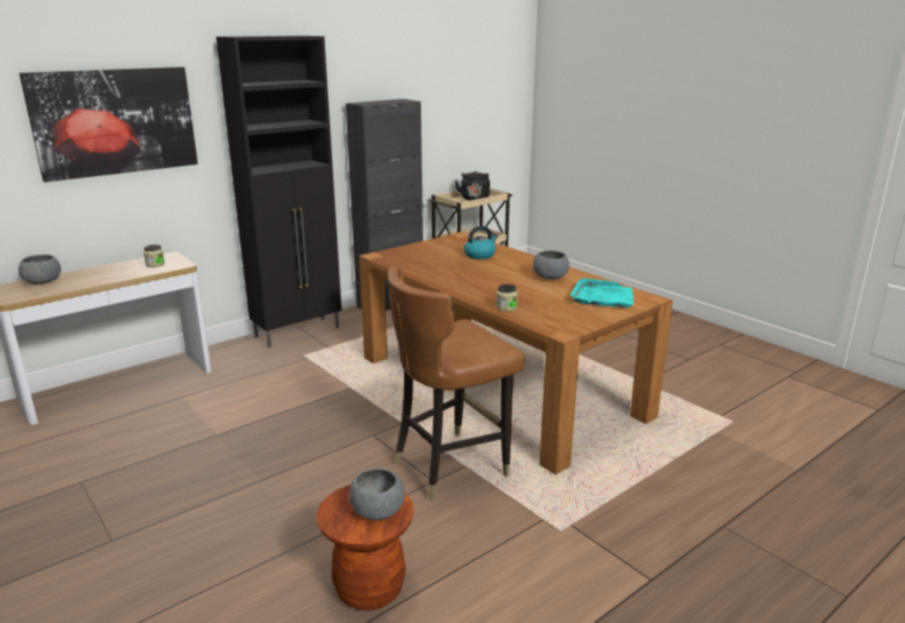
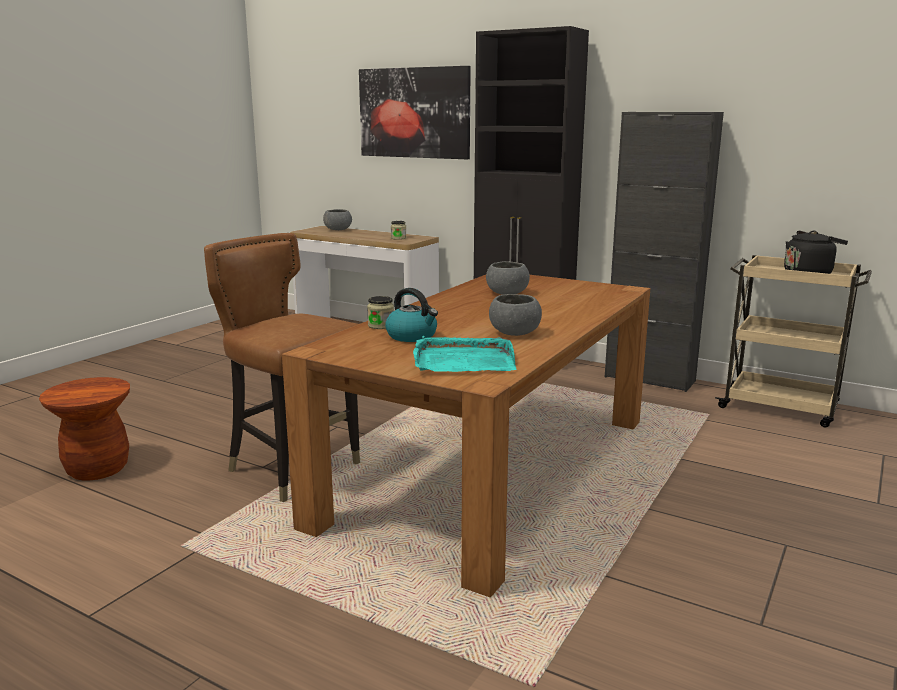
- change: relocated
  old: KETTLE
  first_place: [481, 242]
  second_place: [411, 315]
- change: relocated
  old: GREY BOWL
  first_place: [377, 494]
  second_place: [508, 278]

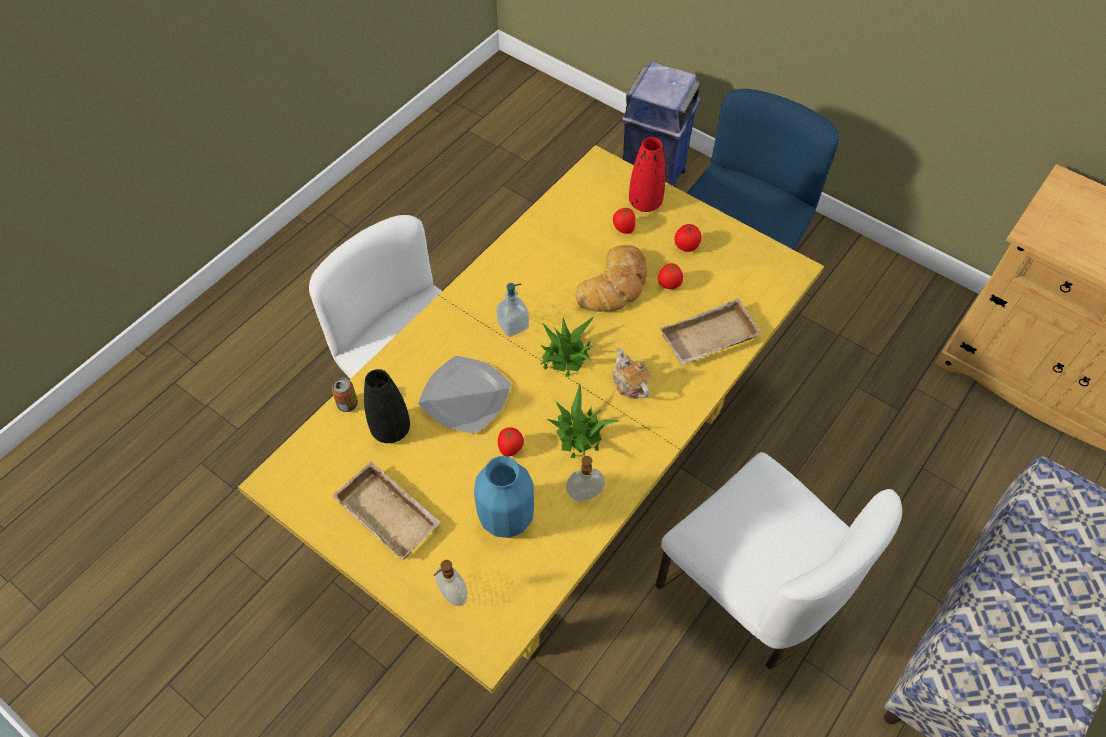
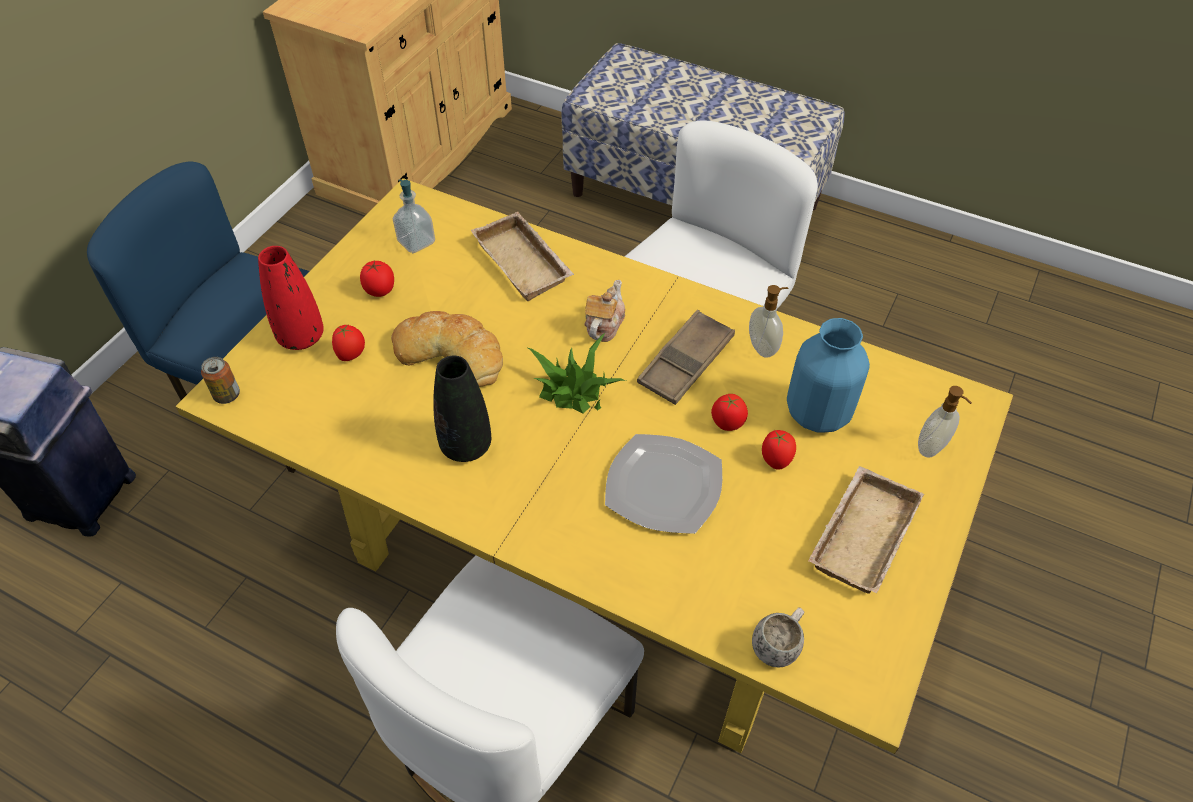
- change: relocated
  old: TOMATO
  first_place: [670, 276]
  second_place: [779, 450]
- change: relocated
  old: SOAP DISPENSER
  first_place: [512, 310]
  second_place: [414, 216]
- change: spun
  old: TEAPOT
  first_place: [631, 373]
  second_place: [604, 311]
  degrees: 150
- change: relocated
  old: BLACK VASE
  first_place: [387, 406]
  second_place: [462, 408]
- change: relocated
  old: CAN
  first_place: [345, 395]
  second_place: [220, 380]
- change: exchanged
  old: POTTED PLANT
  new: BROWN TRAY
  first_place: [582, 420]
  second_place: [686, 357]
- change: appeared
  new: WHITE MUG
  second_place: [778, 637]

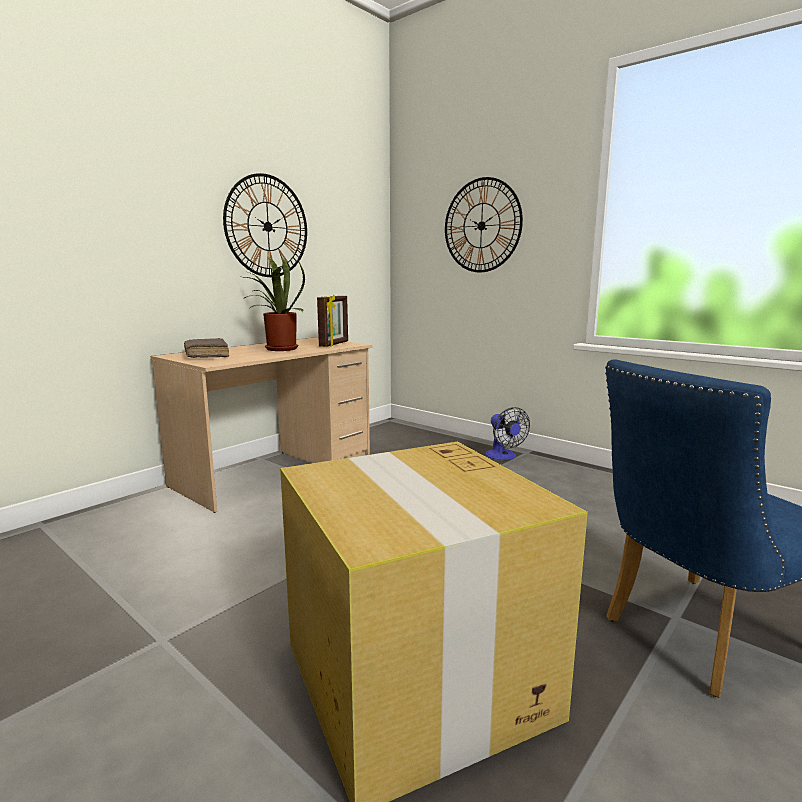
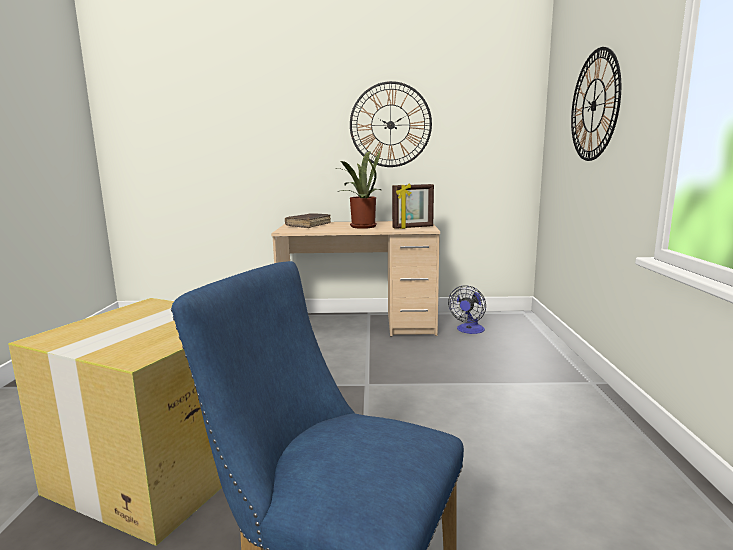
- change: relocated
  old: FAN
  first_place: [508, 433]
  second_place: [467, 310]

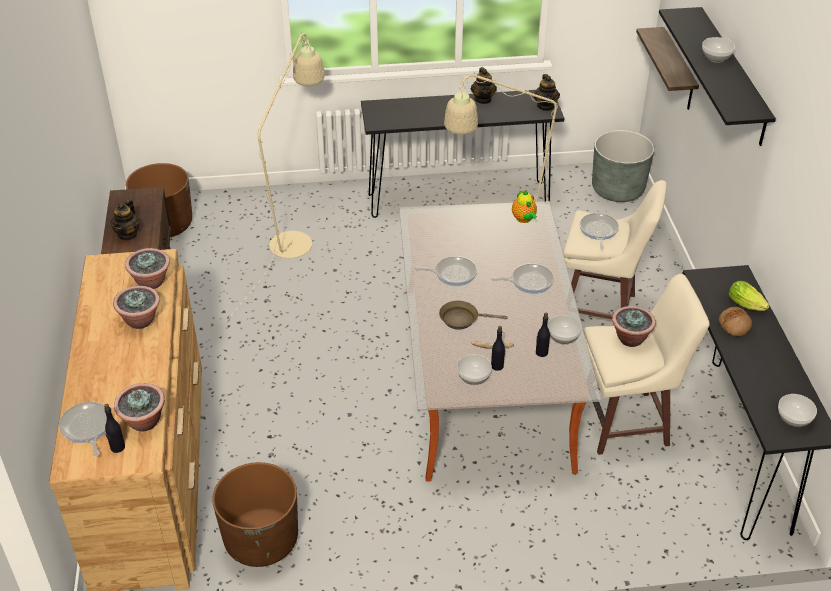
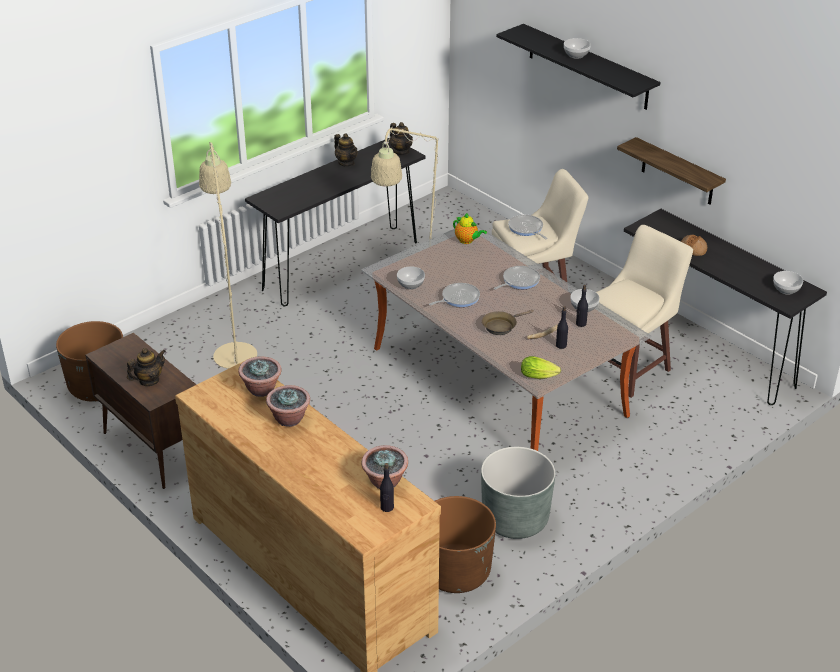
- change: relocated
  old: SHELF
  first_place: [667, 68]
  second_place: [671, 171]
- change: relocated
  old: GREY PLANTER
  first_place: [623, 166]
  second_place: [518, 493]
- change: spun
  old: TEAPOT
  first_place: [125, 220]
  second_place: [146, 367]
  degrees: -105
- change: relocated
  old: LETTUCE
  first_place: [749, 296]
  second_place: [541, 367]
- change: missing
  old: POTTED PLANT
  first_place: [634, 326]
- change: relocated
  old: BOWL
  first_place: [474, 369]
  second_place: [411, 277]
- change: missing
  old: FRYING PAN
  first_place: [83, 429]

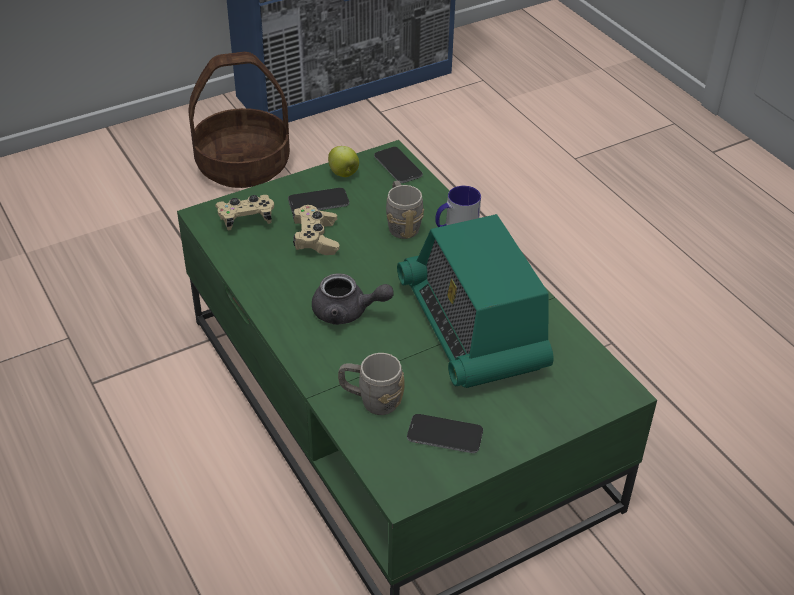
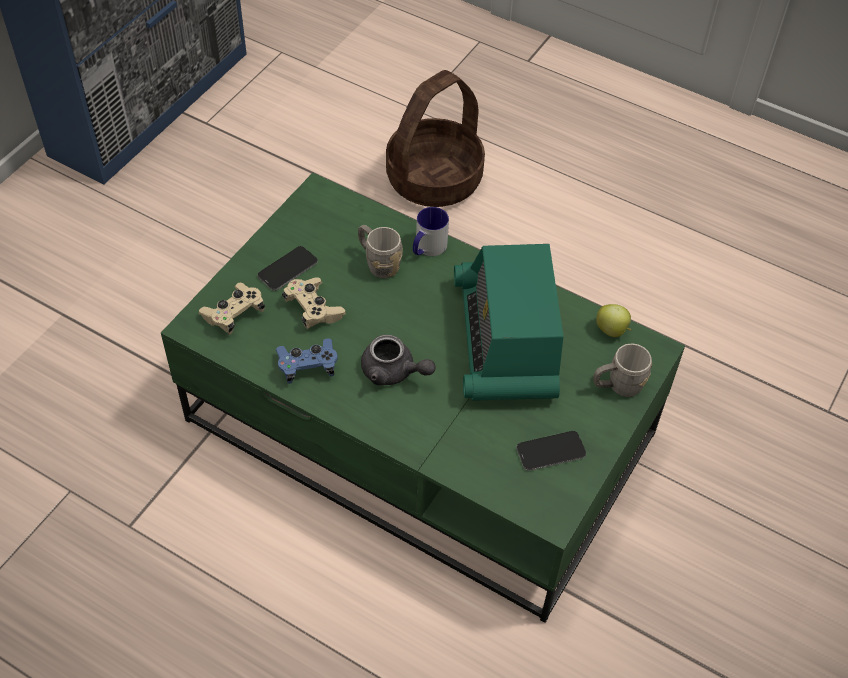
- change: relocated
  old: BASKET
  first_place: [239, 120]
  second_place: [435, 138]
- change: relocated
  old: APPLE
  first_place: [343, 161]
  second_place: [613, 320]
- change: missing
  old: PHONE
  first_place: [398, 165]
- change: spun
  old: RADIO
  first_place: [475, 301]
  second_place: [508, 322]
  degrees: 45
- change: spun
  old: GREY TEAPOT
  first_place: [353, 299]
  second_place: [398, 360]
  degrees: 45
- change: relocated
  old: GREY MUG
  first_place: [371, 384]
  second_place: [622, 370]
- change: appeared
  new: BLUE GAME CONTROLLER
  second_place: [306, 361]

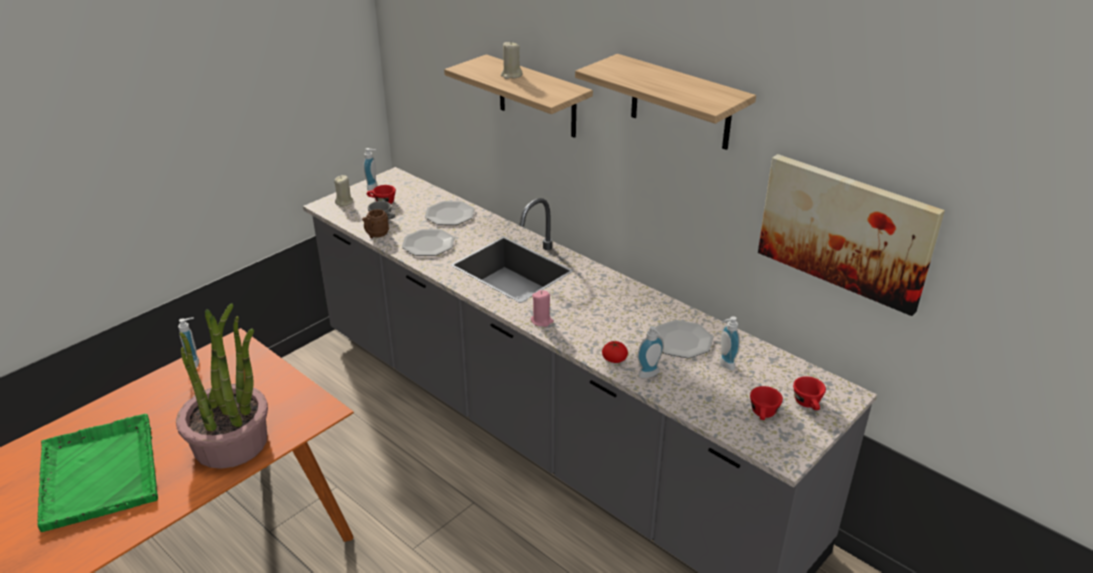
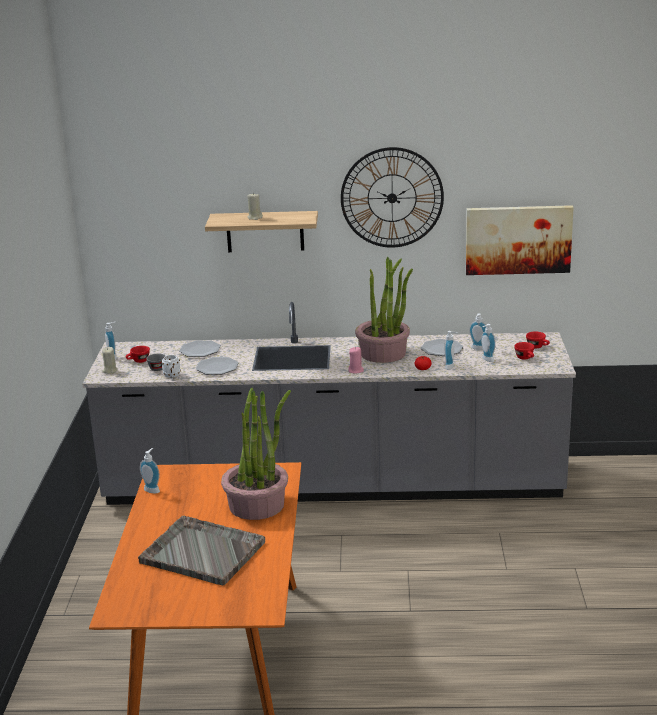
- change: exchanged
  old: SHELF
  new: WALL CLOCK
  first_place: [665, 102]
  second_place: [392, 197]
- change: colour
  old: BROWN MUG
  new: WHITE MUG
  first_place: [375, 223]
  second_place: [171, 367]
- change: colour
  old: GREEN TRAY
  new: GREY TRAY
  first_place: [98, 473]
  second_place: [201, 550]
- change: appeared
  new: POTTED PLANT
  second_place: [384, 310]
- change: appeared
  new: SOAP DISPENSER
  second_place: [488, 343]

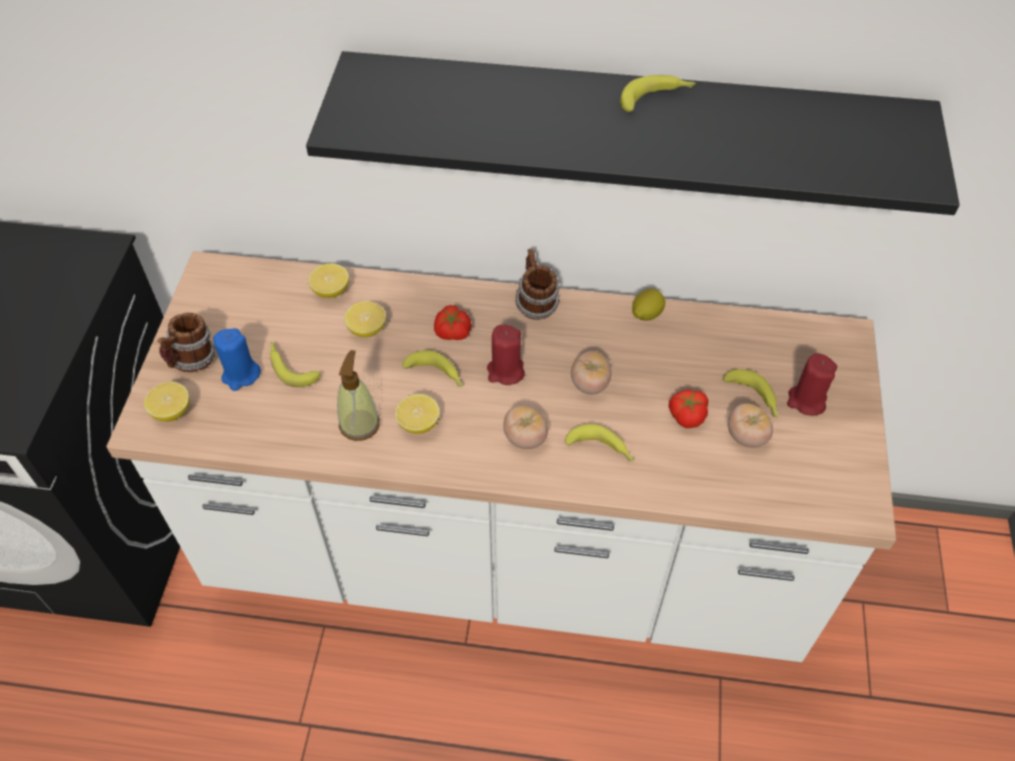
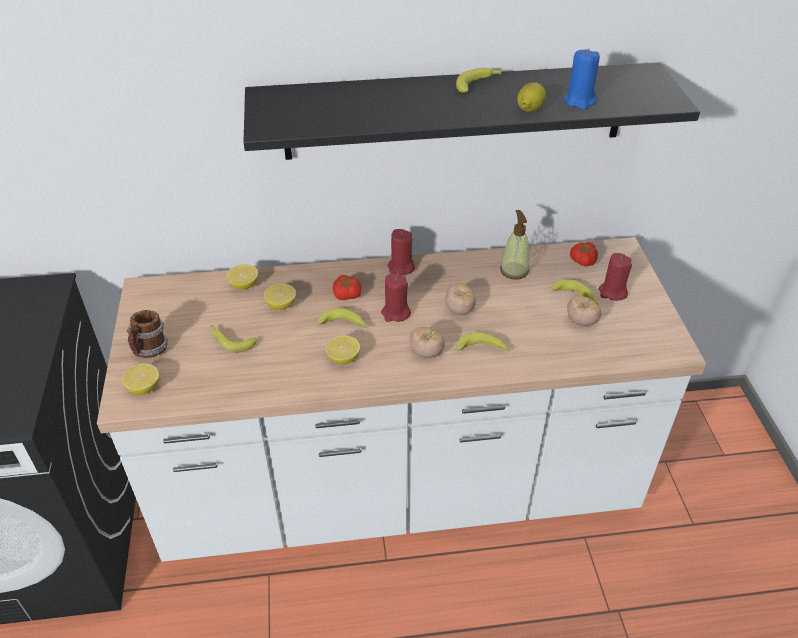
- change: exchanged
  old: MUG
  new: RED CANDLE
  first_place: [537, 284]
  second_place: [401, 252]
- change: relocated
  old: LEMON
  first_place: [648, 305]
  second_place: [531, 97]
- change: relocated
  old: BLUE CANDLE
  first_place: [237, 359]
  second_place: [582, 79]
- change: relocated
  old: SOAP DISPENSER
  first_place: [358, 395]
  second_place: [514, 245]
- change: relocated
  old: TOMATO
  first_place: [689, 409]
  second_place: [584, 254]

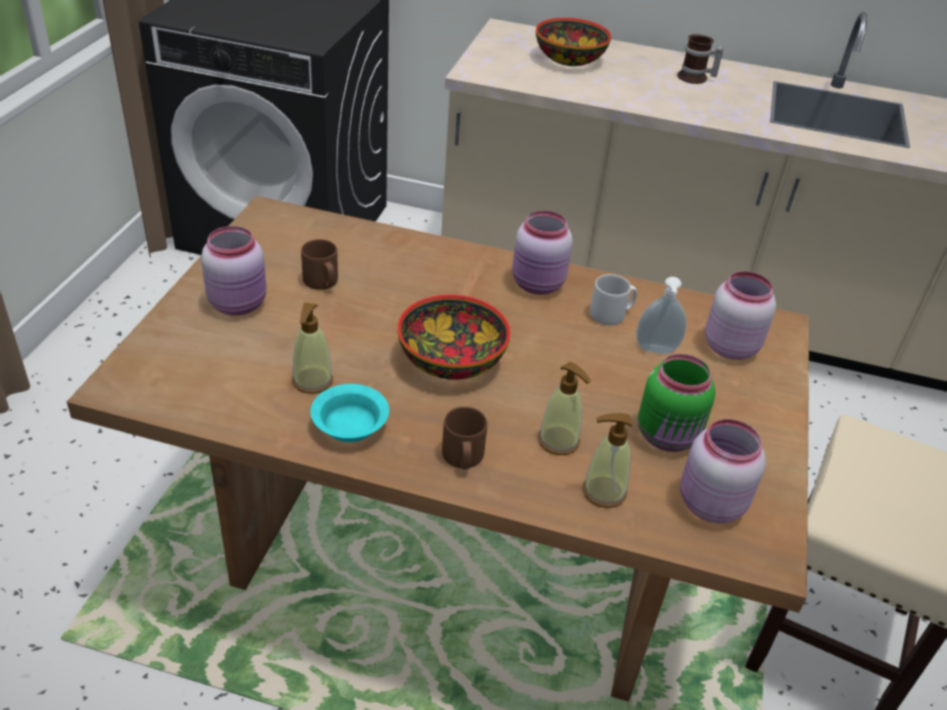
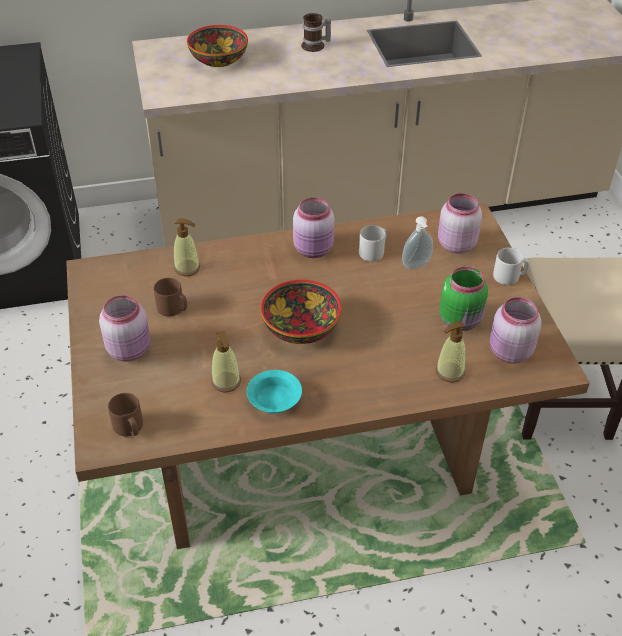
- change: relocated
  old: SOAP DISPENSER
  first_place: [564, 408]
  second_place: [187, 247]
- change: relocated
  old: BROWN MUG
  first_place: [464, 438]
  second_place: [125, 414]
- change: appeared
  new: GREY MUG
  second_place: [511, 266]

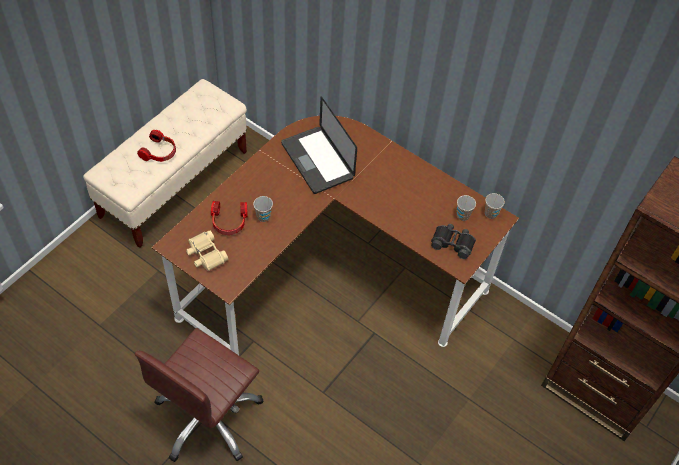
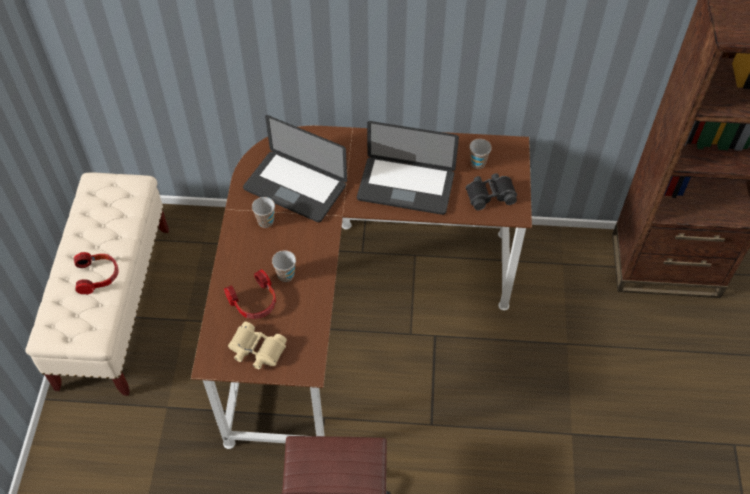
- change: relocated
  old: CUP
  first_place: [495, 206]
  second_place: [263, 212]
- change: appeared
  new: LAPTOP
  second_place: [408, 168]

